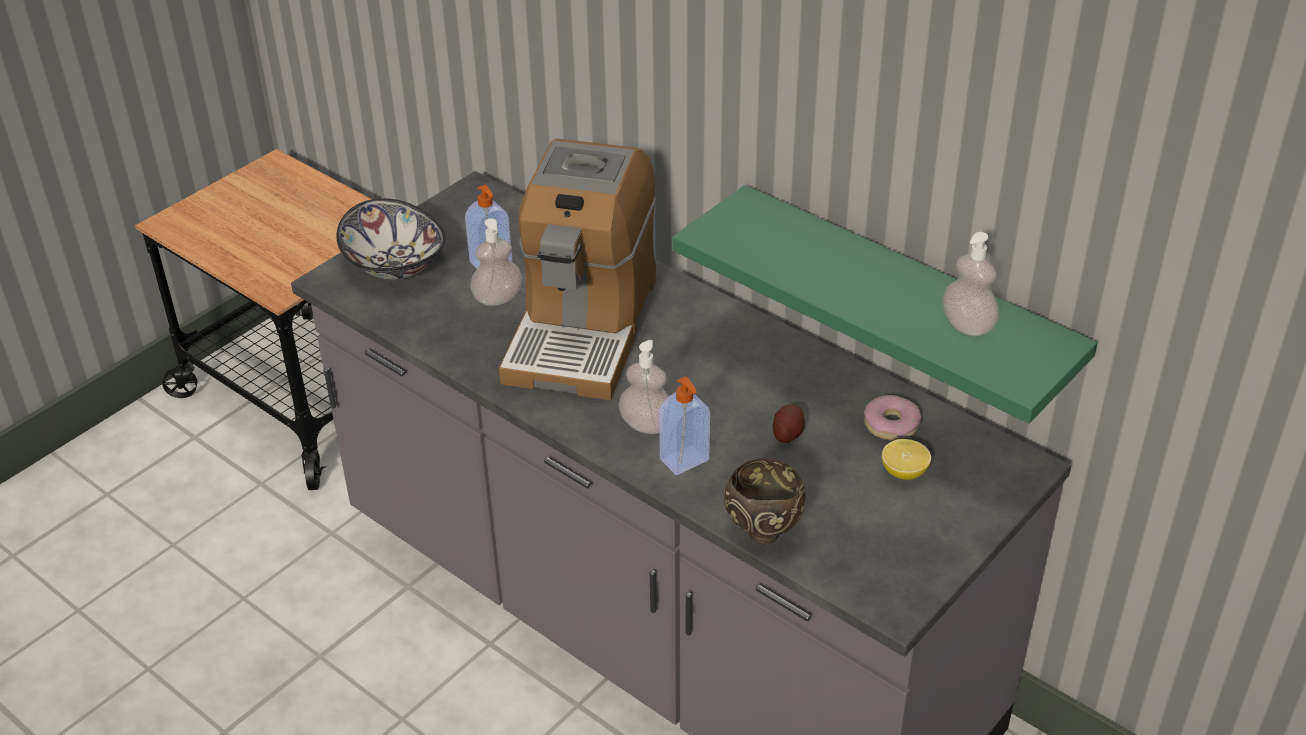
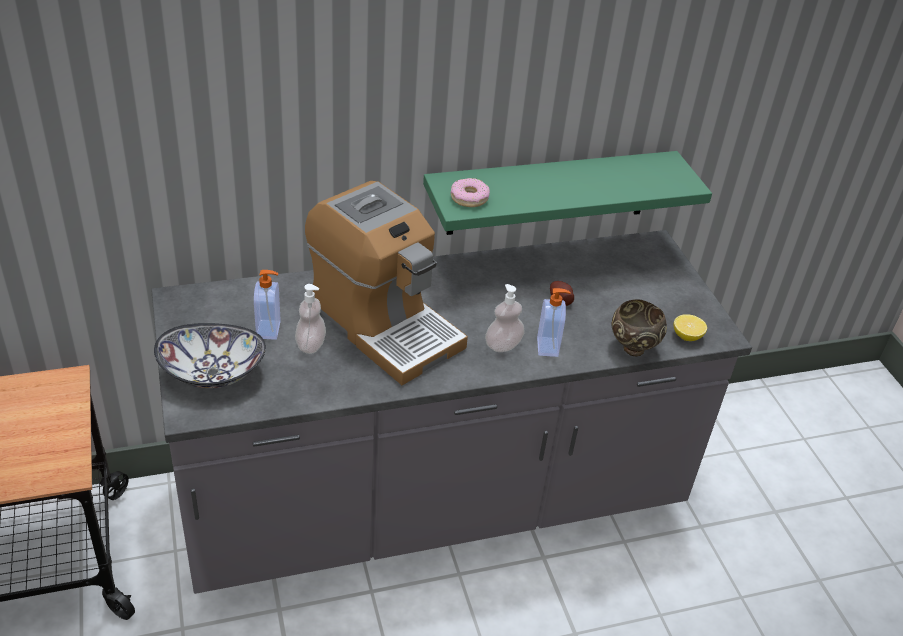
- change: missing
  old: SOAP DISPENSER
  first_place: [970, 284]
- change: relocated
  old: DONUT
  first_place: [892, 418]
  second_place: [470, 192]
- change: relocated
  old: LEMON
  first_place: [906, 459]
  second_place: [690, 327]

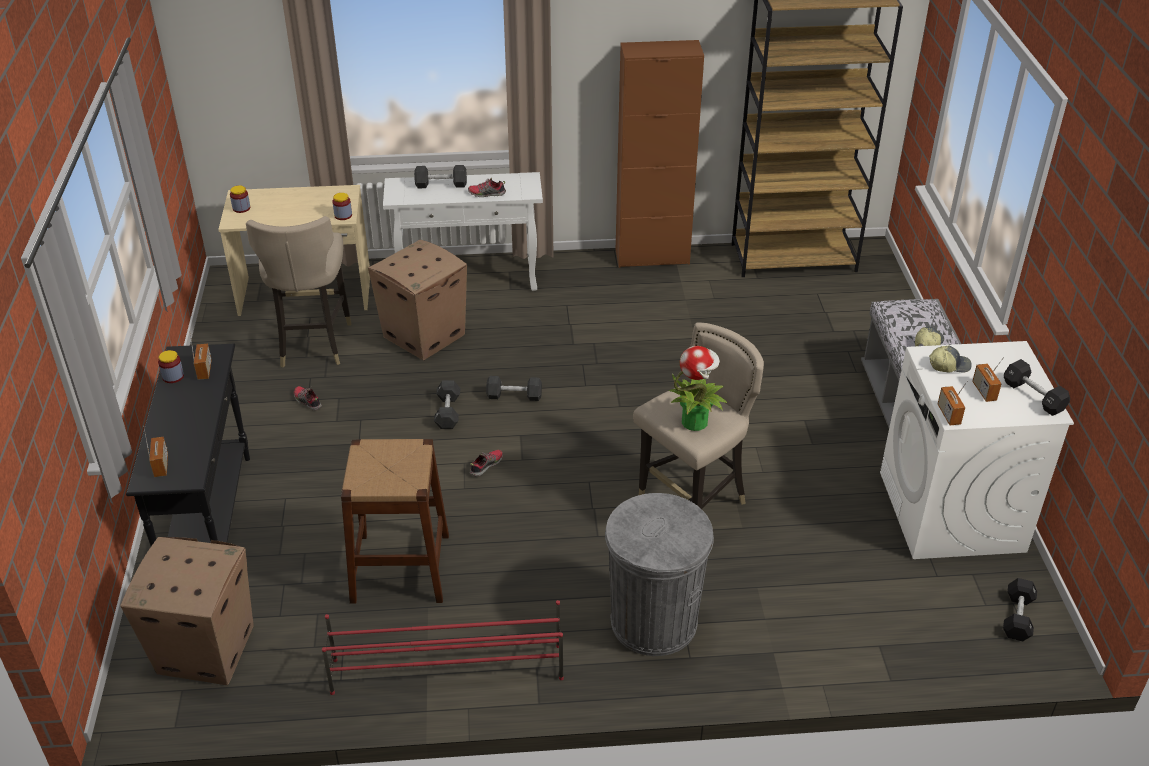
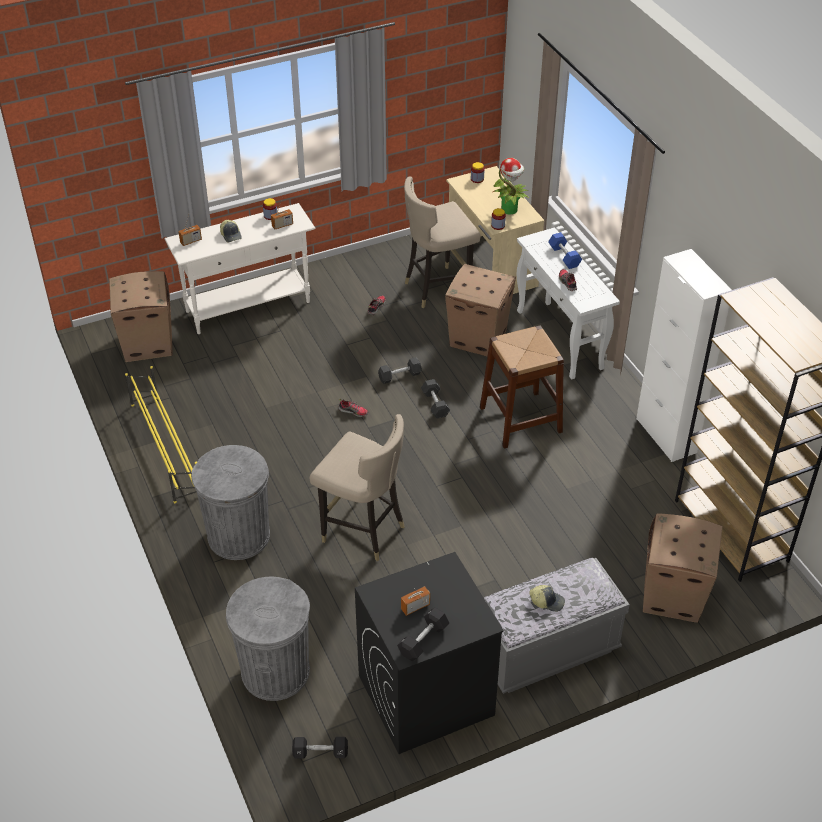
- change: colour
  old: BROWN CABINET
  new: WHITE CABINET
  first_place: [660, 154]
  second_place: [684, 355]
- change: colour
  old: BLACK DUMBBELL
  new: BLUE DUMBBELL
  first_place: [440, 176]
  second_place: [565, 250]
- change: colour
  old: WHITE WASHING MACHINE
  new: BLACK WASHING MACHINE
  first_place: [977, 450]
  second_place: [429, 653]
- change: colour
  old: BLACK CONSOLE TABLE
  new: WHITE CONSOLE TABLE
  first_place: [188, 444]
  second_place: [240, 268]
- change: relocated
  old: CAP
  first_place: [950, 358]
  second_place: [231, 231]
- change: relocated
  old: POTTED PLANT
  first_place: [698, 388]
  second_place: [511, 186]
- change: missing
  old: RADIO
  first_place: [953, 402]
- change: relocated
  old: BROWN STOOL
  first_place: [395, 521]
  second_place: [522, 387]
- change: colour
  old: RED SHOE RACK
  new: YELLOW SHOE RACK
  first_place: [443, 647]
  second_place: [161, 434]
- change: appeared
  new: CARDBOARD BOX
  second_place: [683, 568]
- change: appeared
  new: GREY TRASH CAN
  second_place: [268, 639]

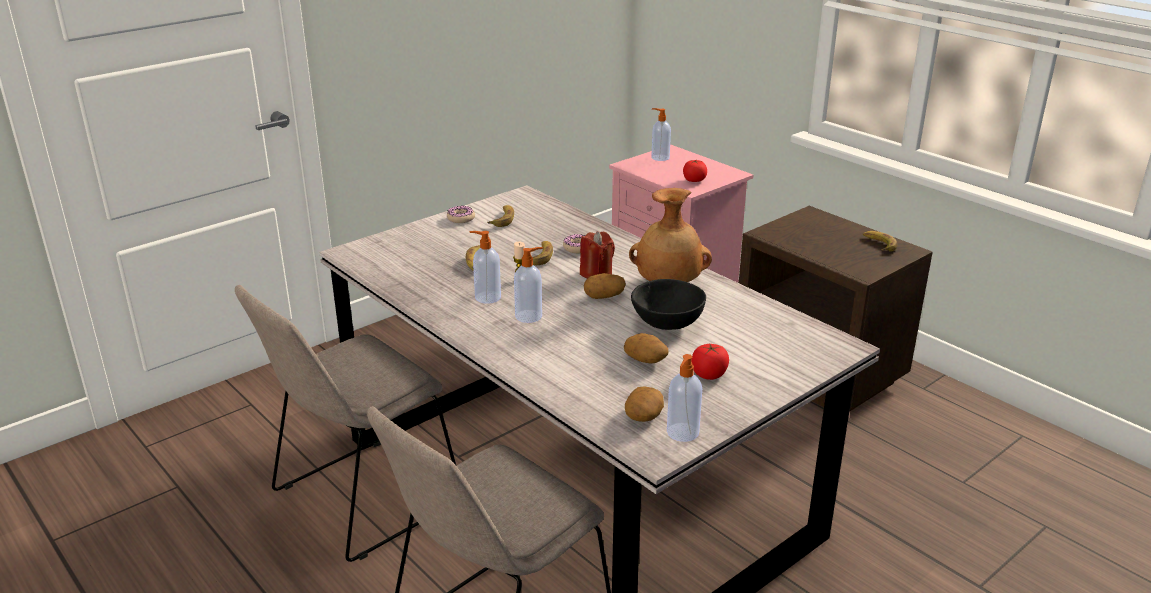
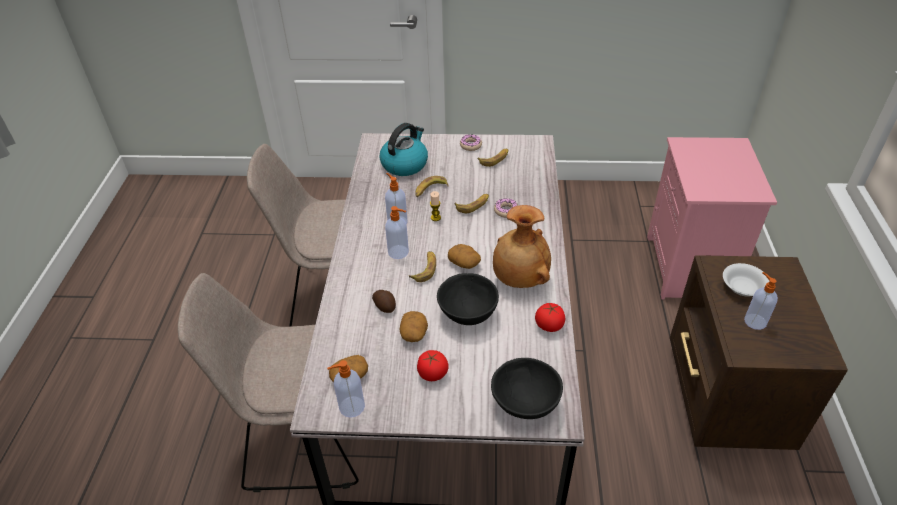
- change: relocated
  old: SOAP DISPENSER
  first_place: [661, 134]
  second_place: [761, 301]
- change: relocated
  old: TOMATO
  first_place: [695, 170]
  second_place: [550, 317]
- change: missing
  old: RED CANDLE
  first_place: [597, 255]
- change: relocated
  old: BANANA
  first_place: [880, 241]
  second_place: [422, 266]
- change: appeared
  new: KETTLE
  second_place: [404, 149]
- change: appeared
  new: WHITE BOWL
  second_place: [746, 280]
- change: appeared
  new: POTATO
  second_place: [384, 301]
- change: appeared
  new: BLACK BOWL
  second_place: [527, 388]

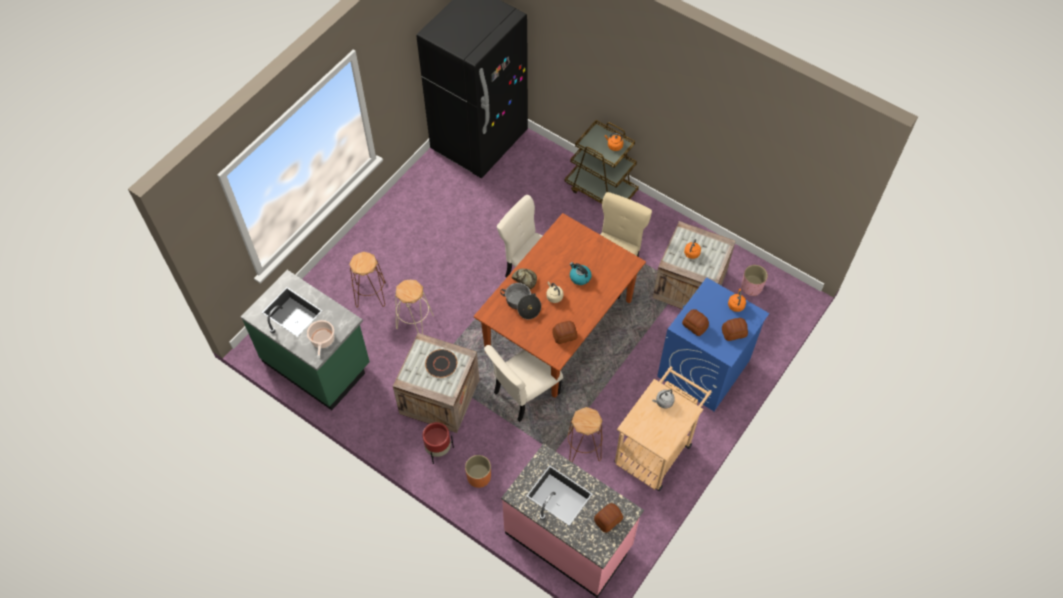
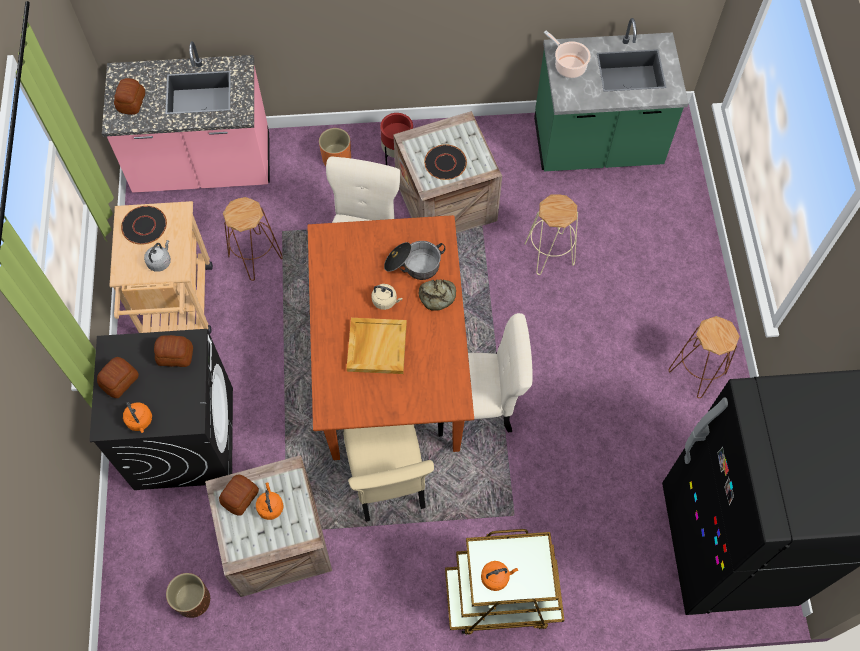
- change: relocated
  old: BROWN STOOL
  first_place: [367, 280]
  second_place: [704, 357]
- change: exchanged
  old: KETTLE
  new: BEIGE TRAY
  first_place: [581, 273]
  second_place: [377, 346]
- change: colour
  old: PINK PLANTER
  new: BROWN PLANTER
  first_place: [754, 280]
  second_place: [188, 595]
- change: colour
  old: BLUE WASHING MACHINE
  new: BLACK WASHING MACHINE
  first_place: [713, 344]
  second_place: [161, 409]
- change: relocated
  old: BREAD
  first_place: [564, 332]
  second_place: [239, 495]
- change: appeared
  new: BLACK PLATE
  second_place: [144, 225]

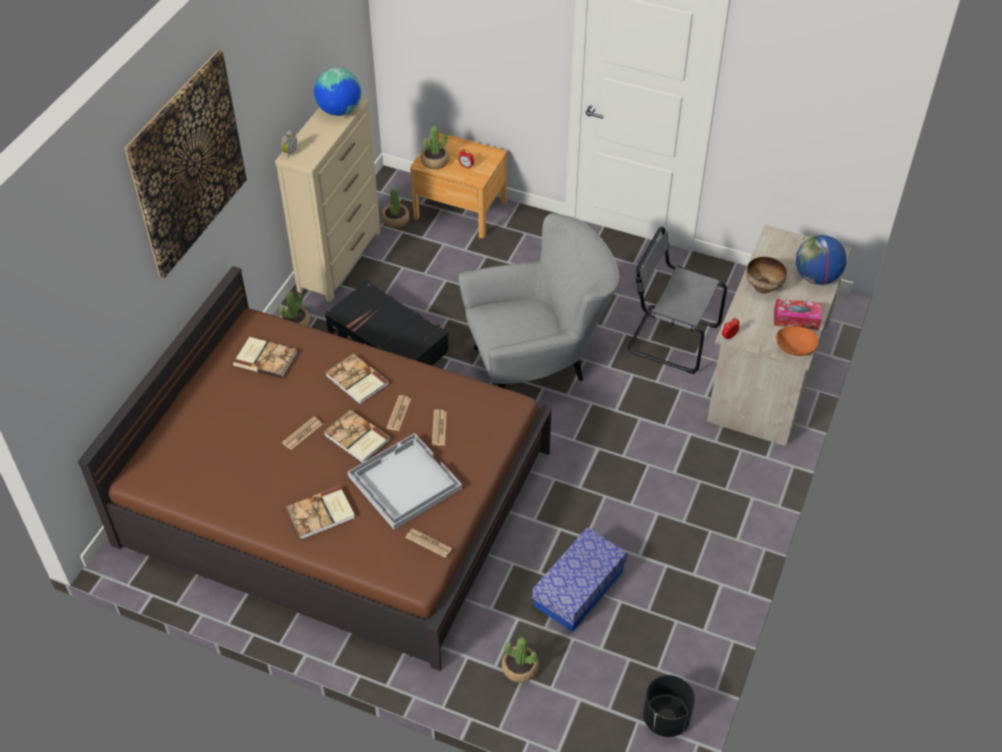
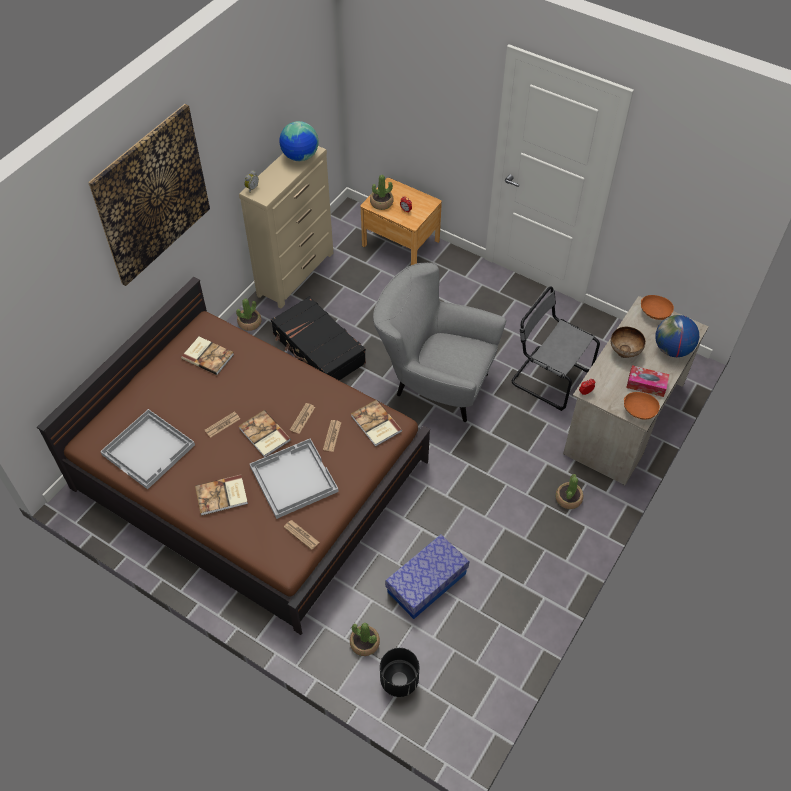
- change: relocated
  old: POTTED PLANT
  first_place: [395, 208]
  second_place: [569, 491]
- change: spun
  old: GREY ARMCHAIR
  first_place: [538, 301]
  second_place: [439, 342]
  degrees: -150
- change: relocated
  old: BOOK
  first_place: [357, 378]
  second_place: [376, 423]
- change: relocated
  old: BLACK PLANTER
  first_place: [669, 706]
  second_place: [399, 672]
- change: appeared
  new: ORANGE BOWL
  second_place: [657, 307]
- change: appeared
  new: WHITE TRAY
  second_place: [147, 449]

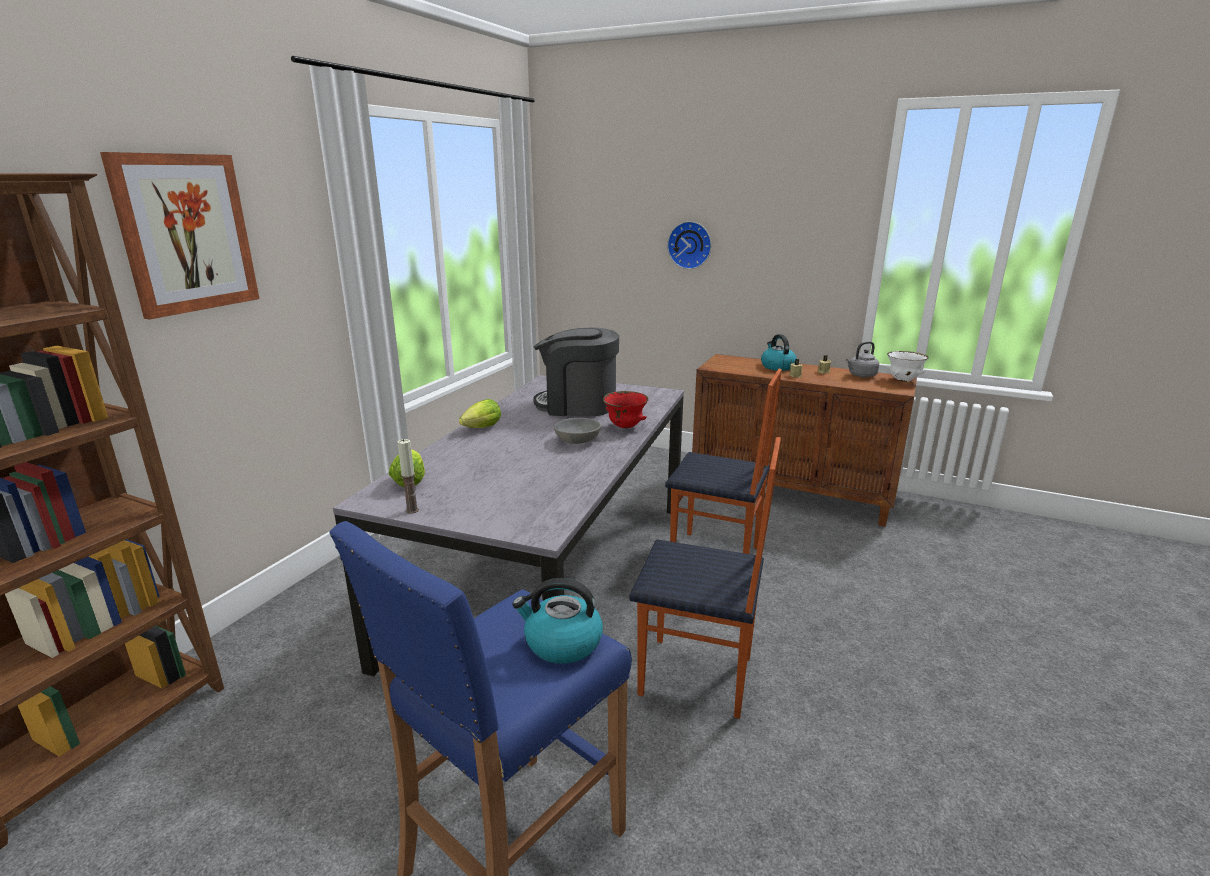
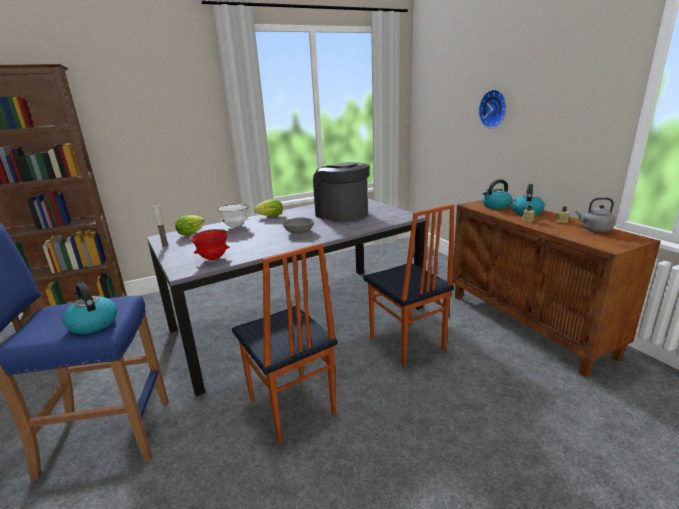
- change: missing
  old: PICTURE
  first_place: [180, 235]
- change: relocated
  old: WHITE BOWL
  first_place: [907, 366]
  second_place: [233, 216]
- change: relocated
  old: RED BOWL
  first_place: [626, 409]
  second_place: [209, 244]
- change: appeared
  new: KETTLE
  second_place: [497, 194]

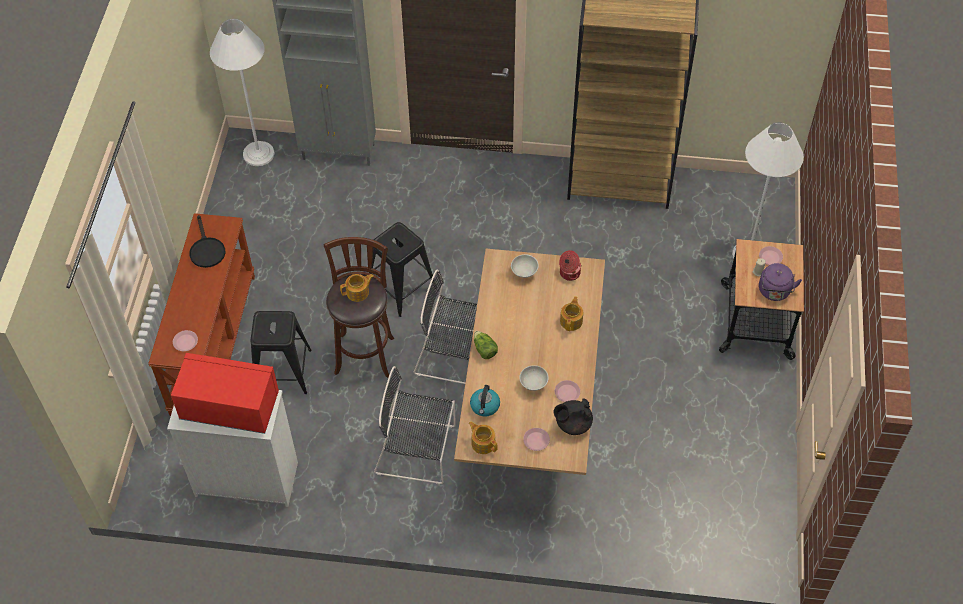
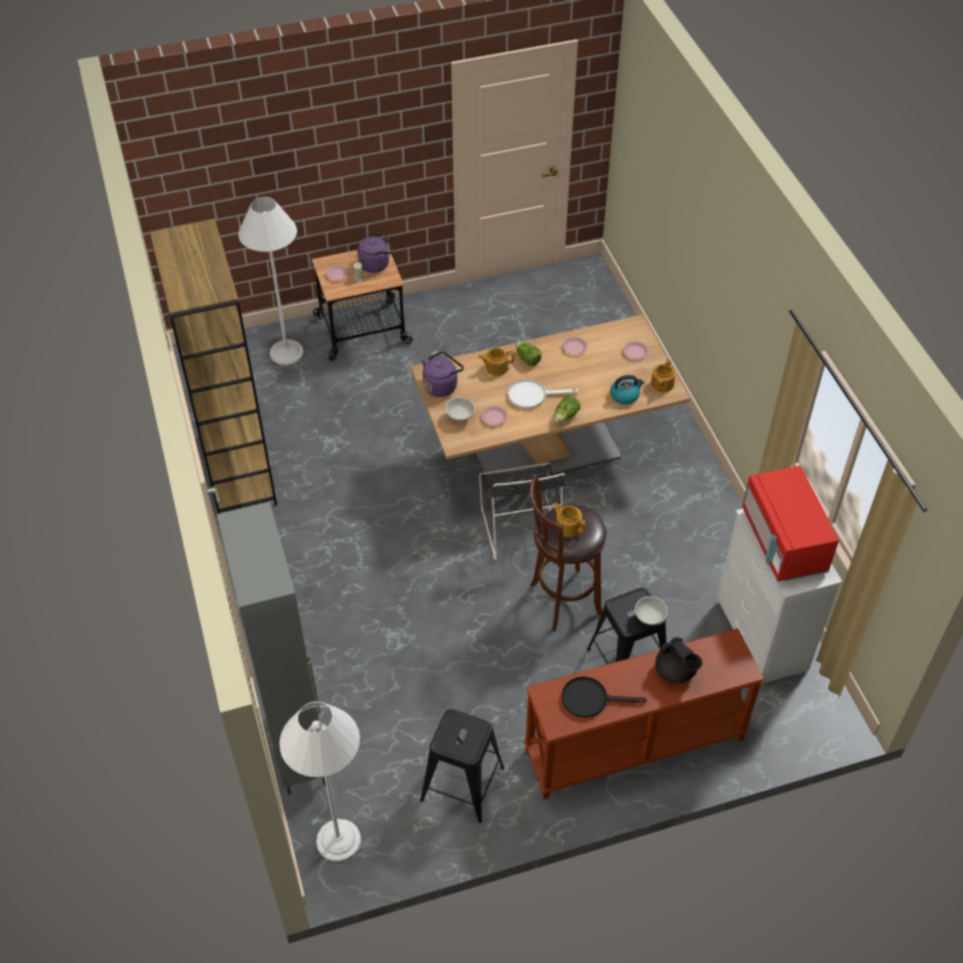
- change: spun
  old: BLACK FRYING PAN
  first_place: [207, 241]
  second_place: [604, 697]
  degrees: -135
- change: relocated
  old: BLACK STOOL
  first_place: [403, 269]
  second_place: [462, 766]
- change: exchanged
  old: COOKING POT
  new: PURPLE KETTLE
  first_place: [570, 265]
  second_place: [443, 374]
- change: relocated
  old: PINK PLATE
  first_place: [185, 340]
  second_place: [494, 415]
- change: relocated
  old: WHITE BOWL
  first_place: [534, 378]
  second_place: [651, 610]
- change: missing
  old: BLACK CHAIR
  first_place: [415, 425]
- change: relocated
  old: BLACK TEAPOT
  first_place: [573, 416]
  second_place: [678, 660]
- change: appeared
  new: LETTUCE
  second_place: [529, 353]
- change: appeared
  new: WHITE FRYING PAN
  second_place: [543, 394]

